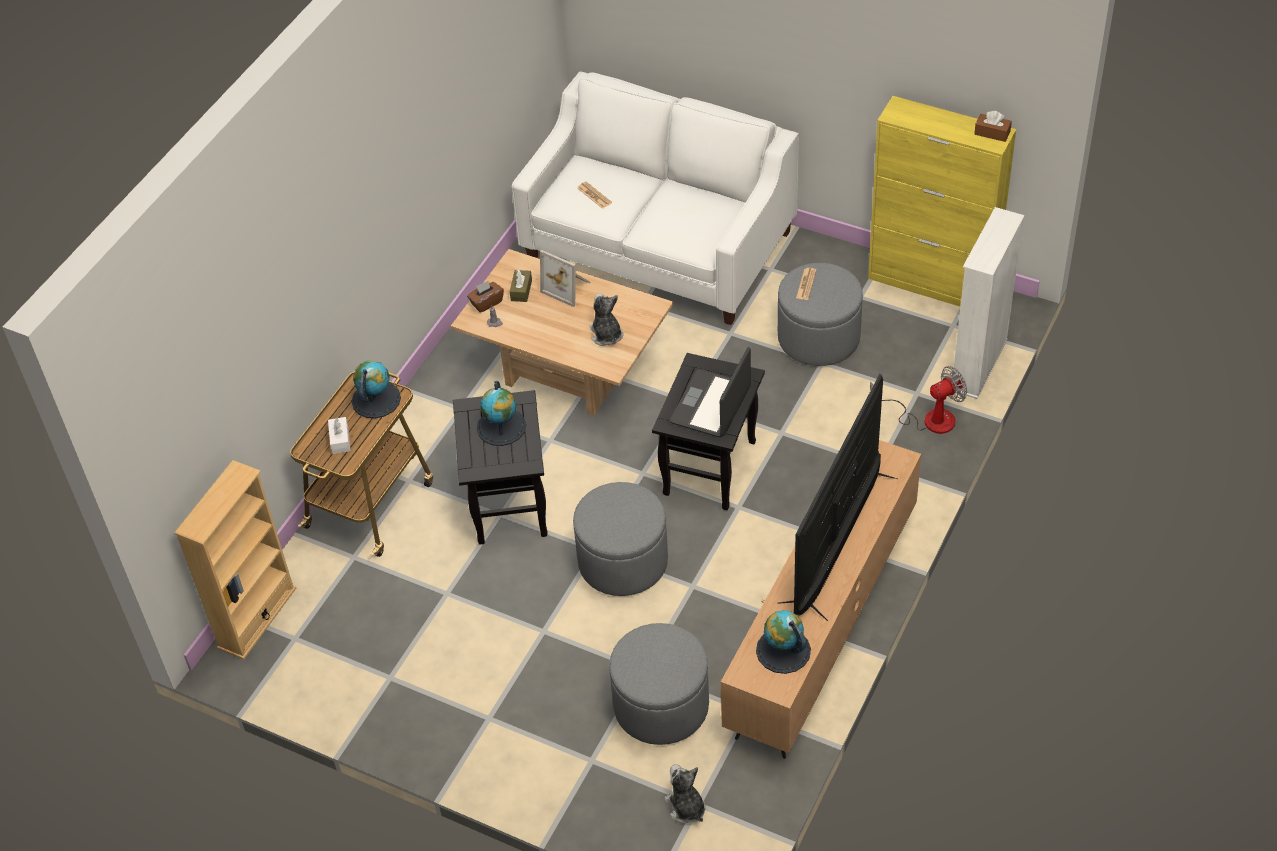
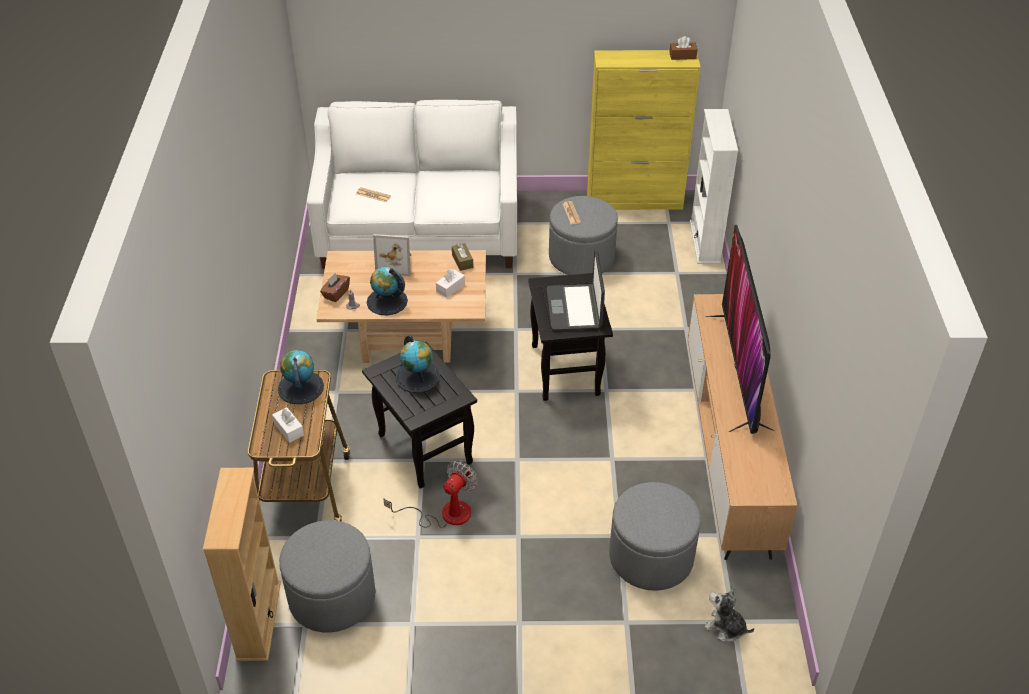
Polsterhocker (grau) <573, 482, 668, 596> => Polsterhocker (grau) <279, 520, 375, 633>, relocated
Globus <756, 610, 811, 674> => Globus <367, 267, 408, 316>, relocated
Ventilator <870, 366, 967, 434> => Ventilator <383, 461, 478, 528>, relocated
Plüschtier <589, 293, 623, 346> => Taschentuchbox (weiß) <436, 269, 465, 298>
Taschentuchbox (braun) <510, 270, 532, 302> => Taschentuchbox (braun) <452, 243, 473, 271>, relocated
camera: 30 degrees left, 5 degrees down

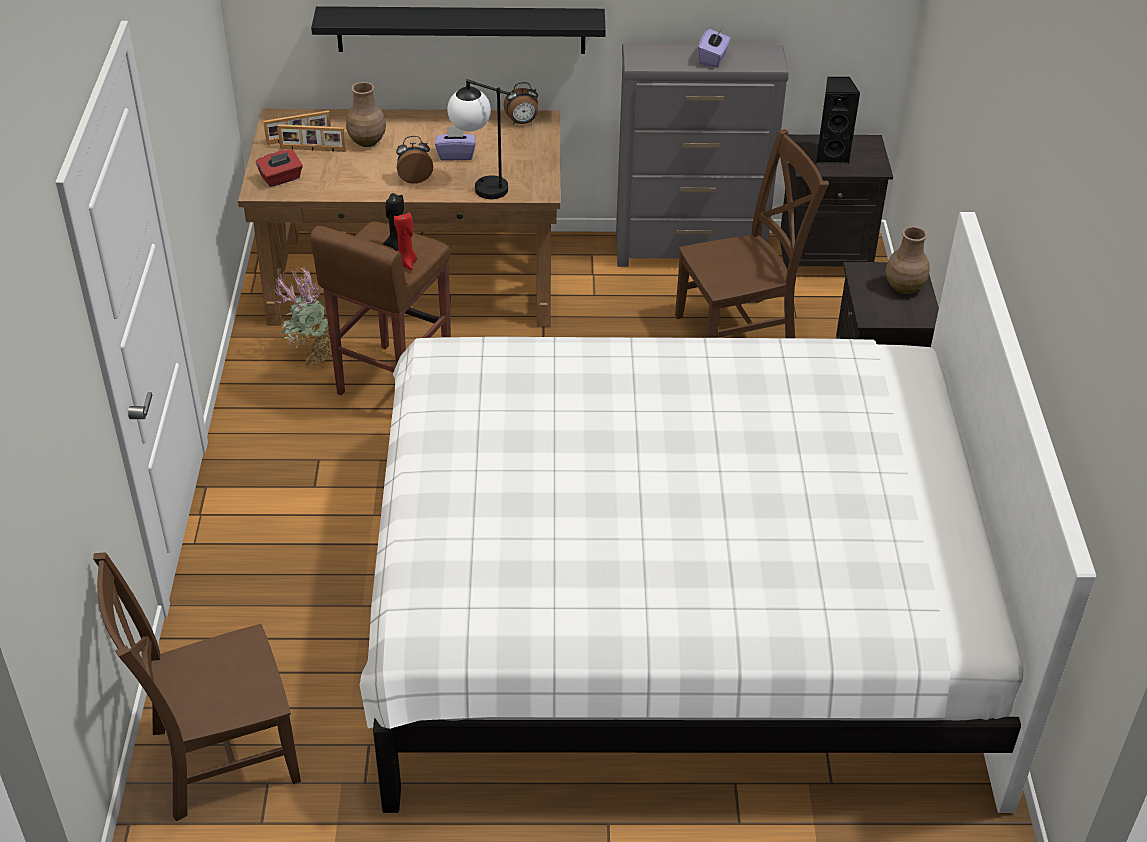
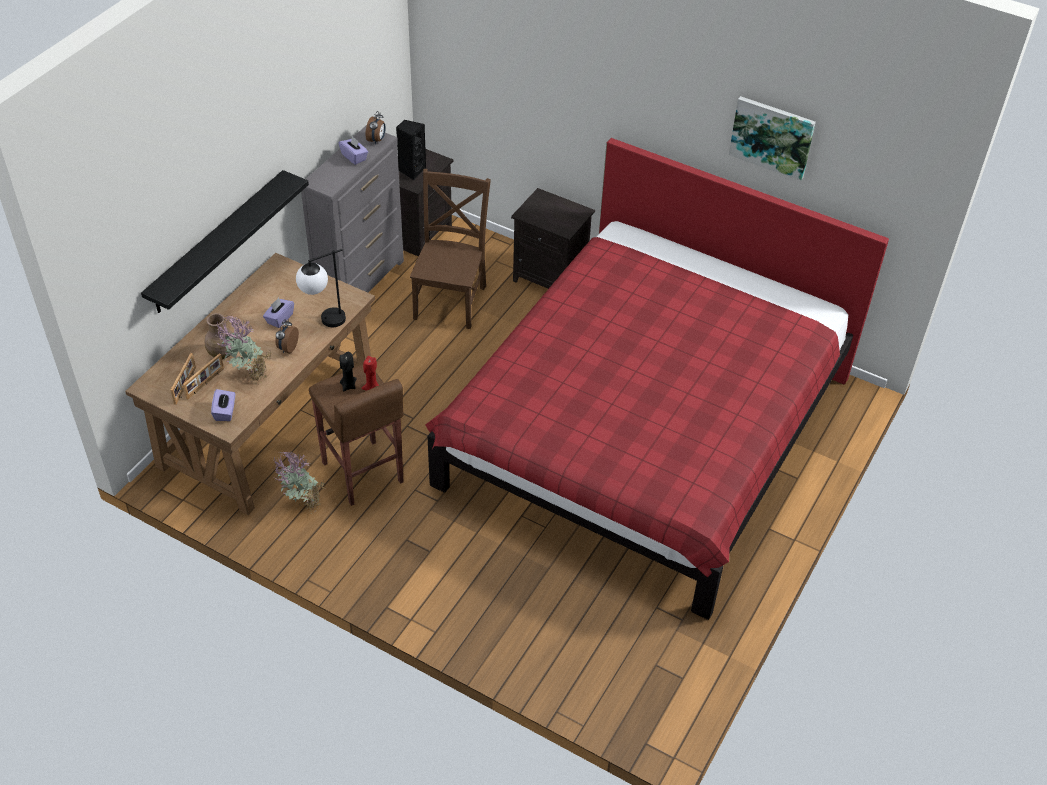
Taschentuchbox (rot) <256, 150, 303, 187> => Taschentuchbox (lila) <211, 389, 235, 421>
nothing => Topfpflanze <216, 316, 272, 386>
Wecker <504, 82, 538, 124> => Wecker <366, 111, 386, 144>, relocated
Bett (weiß) <360, 212, 1096, 813> => Bett (rot) <426, 138, 889, 620>
nothing => Bild <729, 96, 816, 180>
Stuhl (braun) <93, 552, 301, 821> => nothing
Vase (braun) <886, 226, 930, 294> => nothing
camera: 60 degrees left, 5 degrees up

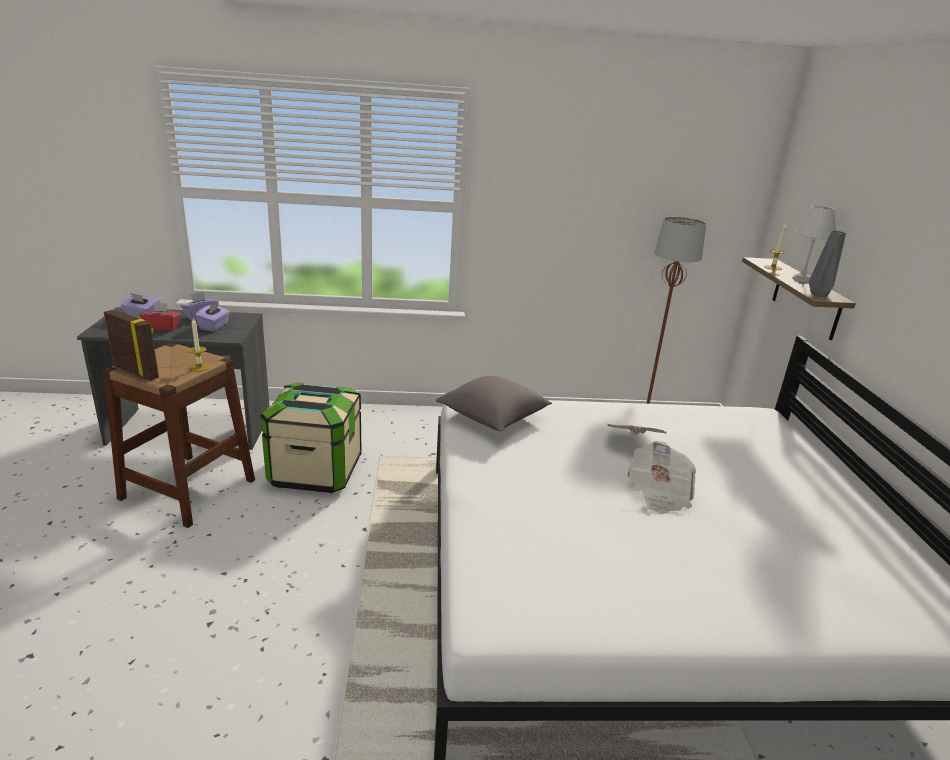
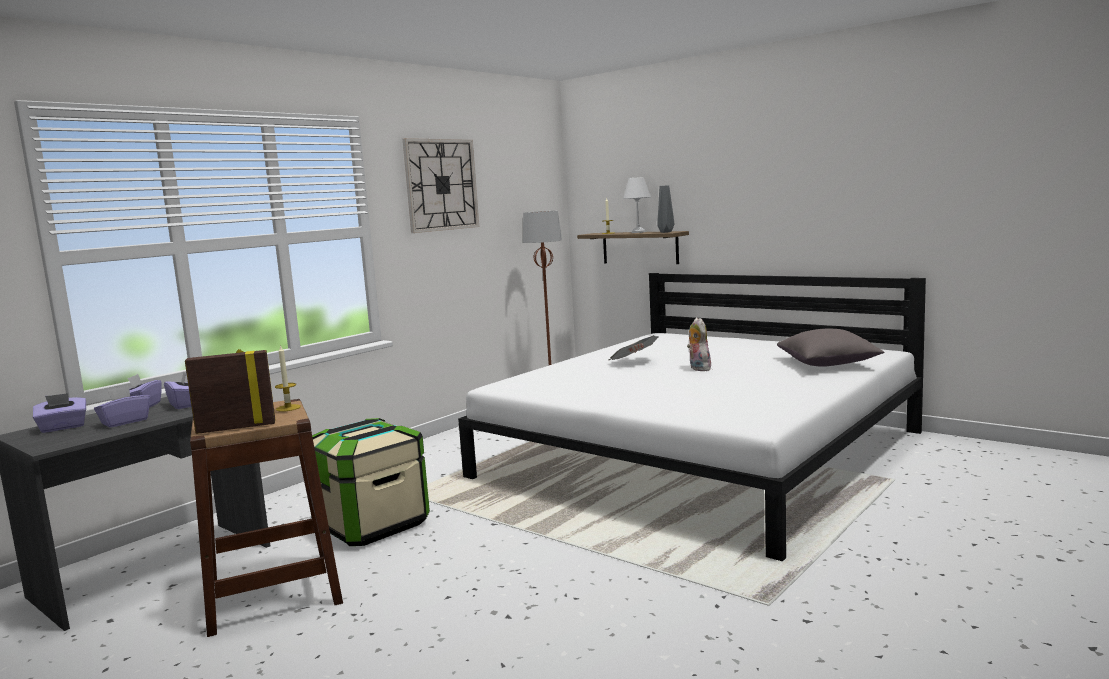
Taschentuchbox (rot) <139, 302, 181, 331> => Taschentuchbox (lila) <94, 386, 150, 428>
nothing => Wanduhr <403, 138, 479, 233>
Zeitung <628, 441, 696, 515> => Plüschtier <687, 317, 711, 371>
Kissen (grau) <436, 376, 552, 431> => Kissen (grau) <777, 329, 884, 367>, relocated
camera: 45 degrees left, 15 degrees down

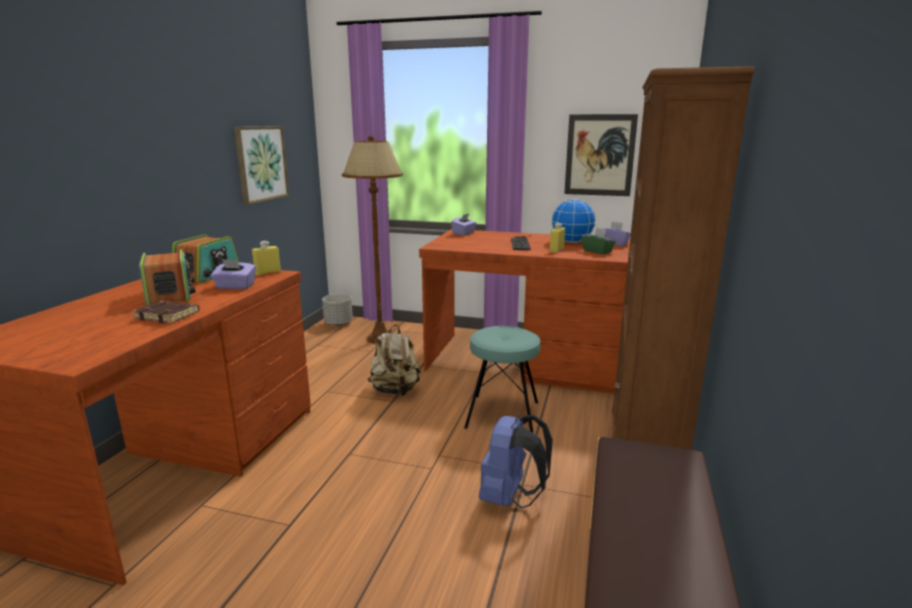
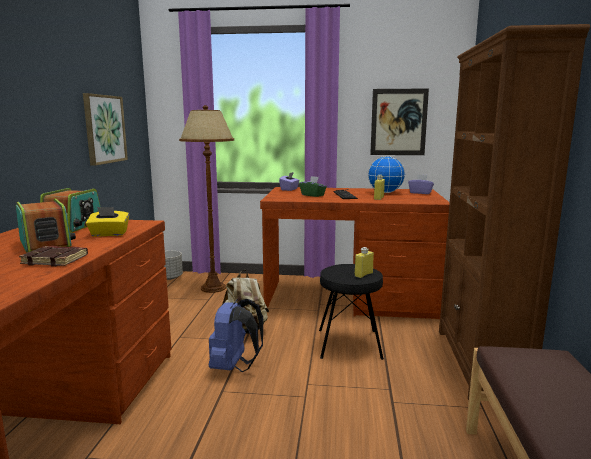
Taschentuchbox (lila) <211, 259, 256, 289> => Taschentuchbox (gelb) <86, 207, 129, 237>
Rucksack (blau) <479, 415, 553, 508> => Rucksack (blau) <209, 299, 263, 372>, relocated
Taschentuchbox (grün) <581, 227, 616, 254> => Taschentuchbox (grün) <299, 176, 327, 197>, relocated
Hocker (türkis) <464, 326, 540, 433> => Hocker (schwarz) <319, 264, 384, 360>
Flasche (gelb) <252, 241, 281, 276> => Flasche (gelb) <355, 247, 374, 278>, relocated
camera: 10 degrees left, 5 degrees down

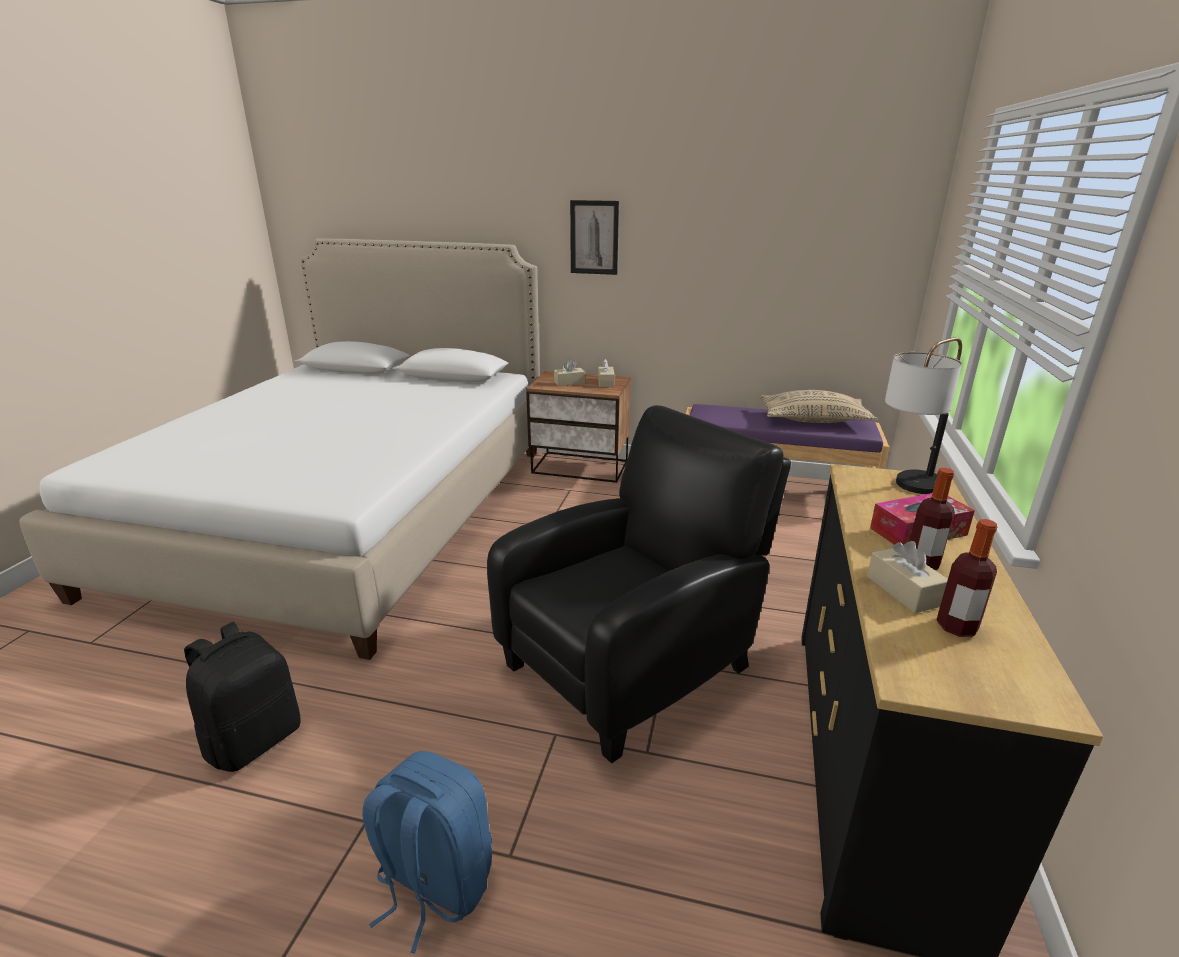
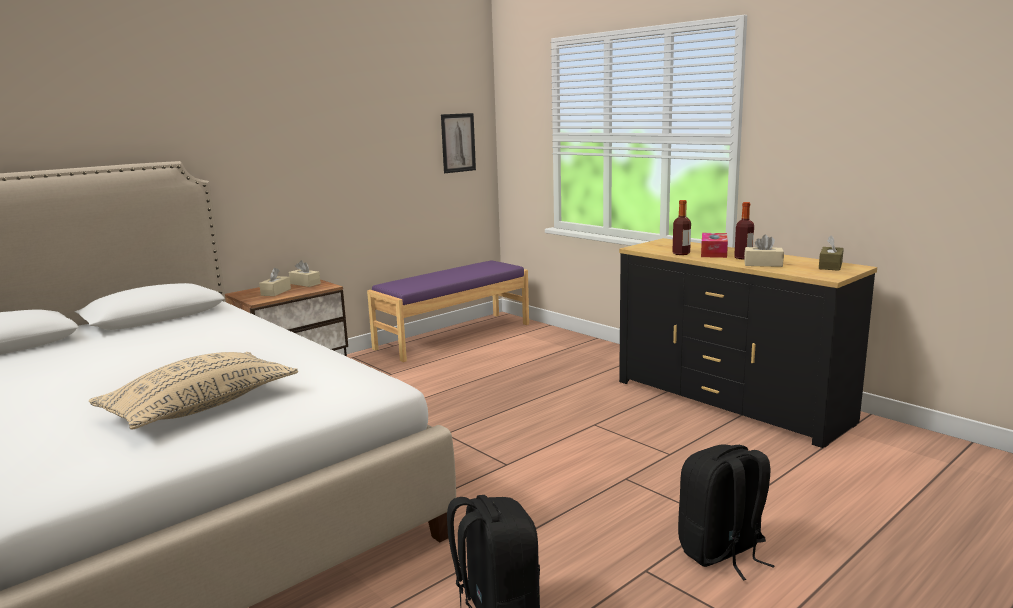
Kissen (beige) <760, 390, 877, 423> => Kissen (beige) <89, 352, 298, 430>, relocated
Bild <570, 200, 619, 275> => Bild <441, 113, 476, 173>, relocated
Flasche <936, 519, 998, 637> => Flasche <672, 200, 691, 255>, relocated
Rucksack (blau) <362, 751, 492, 953> => Rucksack (schwarz) <678, 444, 774, 580>
nothing => Taschentuchbox (braun) <819, 235, 844, 271>
Sessel (schwarz) <487, 405, 791, 763> => nothing
Tischlampe <885, 337, 962, 494> => nothing
camera: 55 degrees left, 10 degrees down

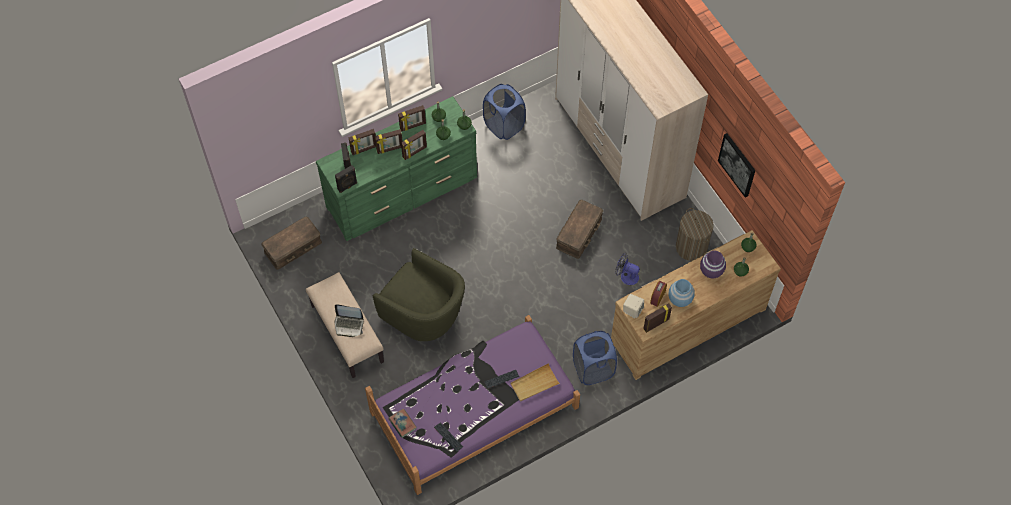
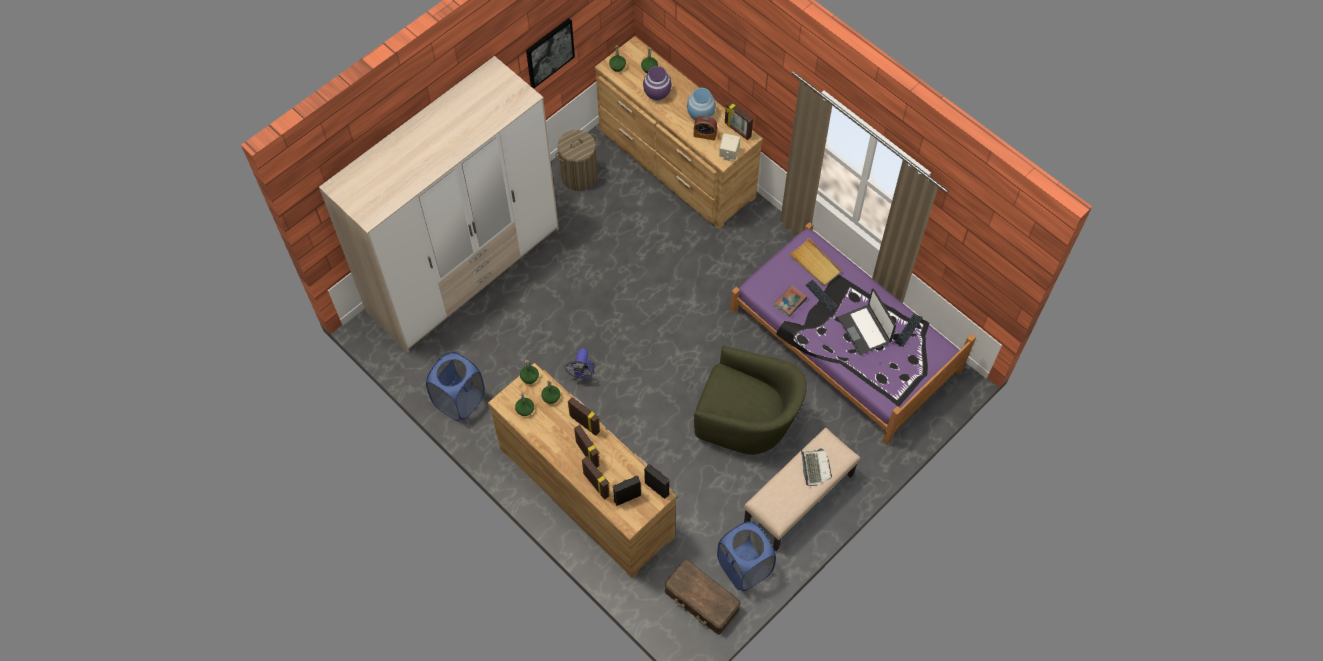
Kommode (grün) <316, 96, 477, 241> => Kommode (braun) <488, 363, 677, 578>
Ventilator <615, 253, 640, 285> => Ventilator <565, 348, 594, 379>, relocated
Sessel (grün) <373, 248, 465, 341> => Sessel (grün) <694, 346, 807, 455>, 90 degrees clockwise
Wäschekorb (blau) <573, 331, 617, 385> => Wäschekorb (blau) <717, 521, 776, 591>, relocated
Buch <388, 408, 417, 438> => Buch <774, 285, 807, 317>, relocated
nothing => Laptop <838, 288, 896, 355>
Bilderrahmen <398, 105, 426, 132> => nothing
Aufbewahrungsbox (braun) <556, 200, 603, 259> => nothing
camera: 105 degrees left, 0 degrees up

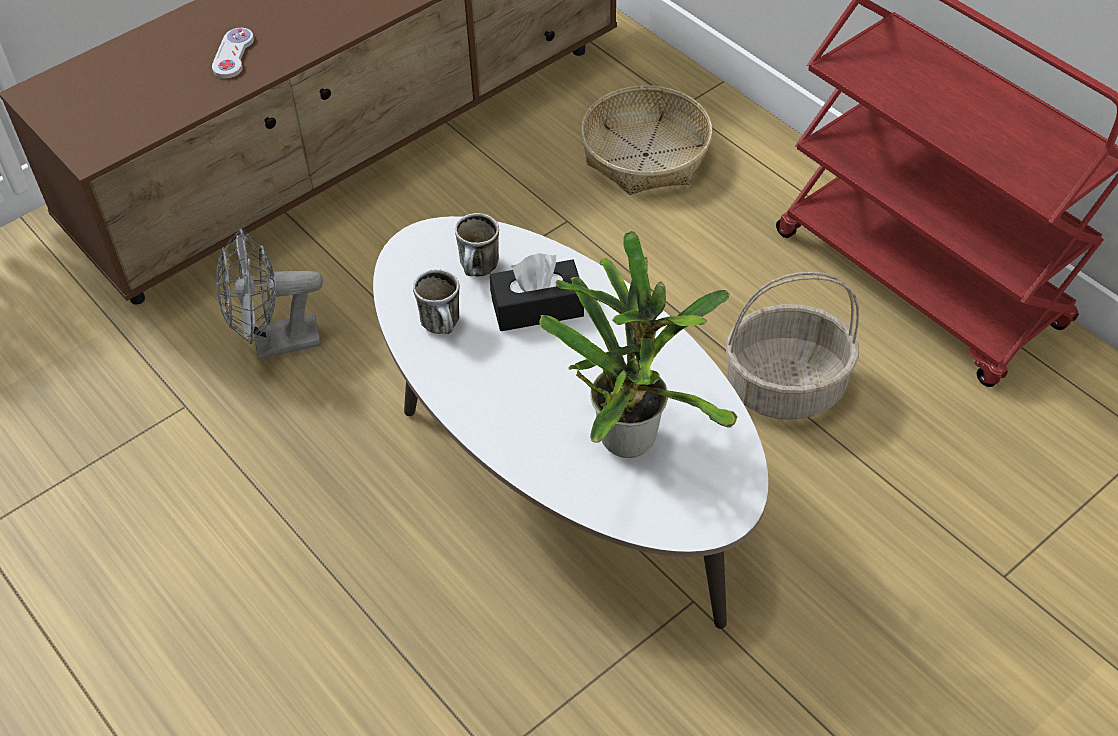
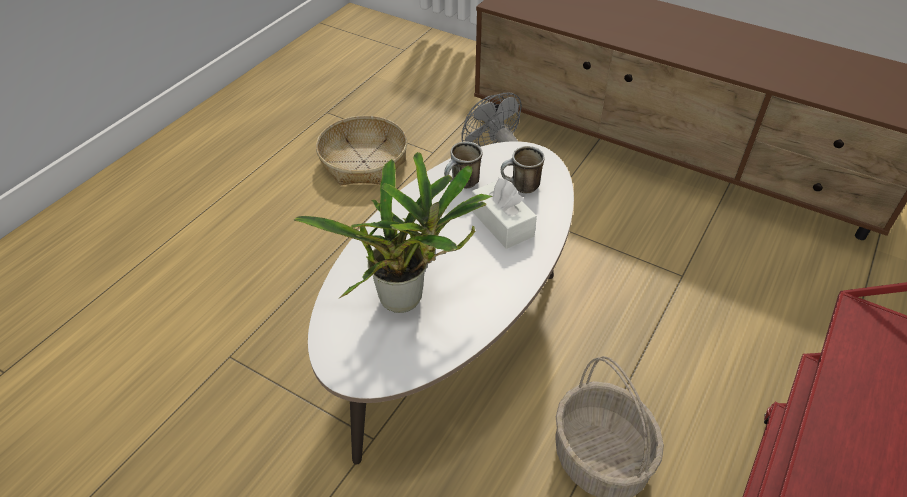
Korb <581, 85, 713, 195> => Korb <316, 116, 407, 185>, relocated
Taschentuchbox (schwarz) <490, 253, 584, 331> => Taschentuchbox (weiß) <472, 177, 537, 249>
Gamepad (weiß) <212, 28, 254, 79> => nothing
camera: 70 degrees right, 5 degrees down

